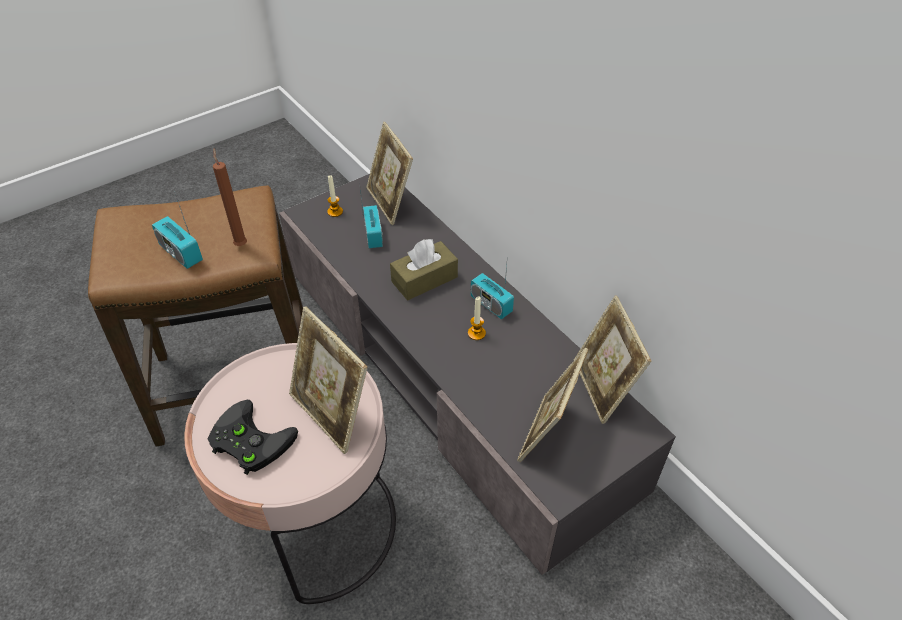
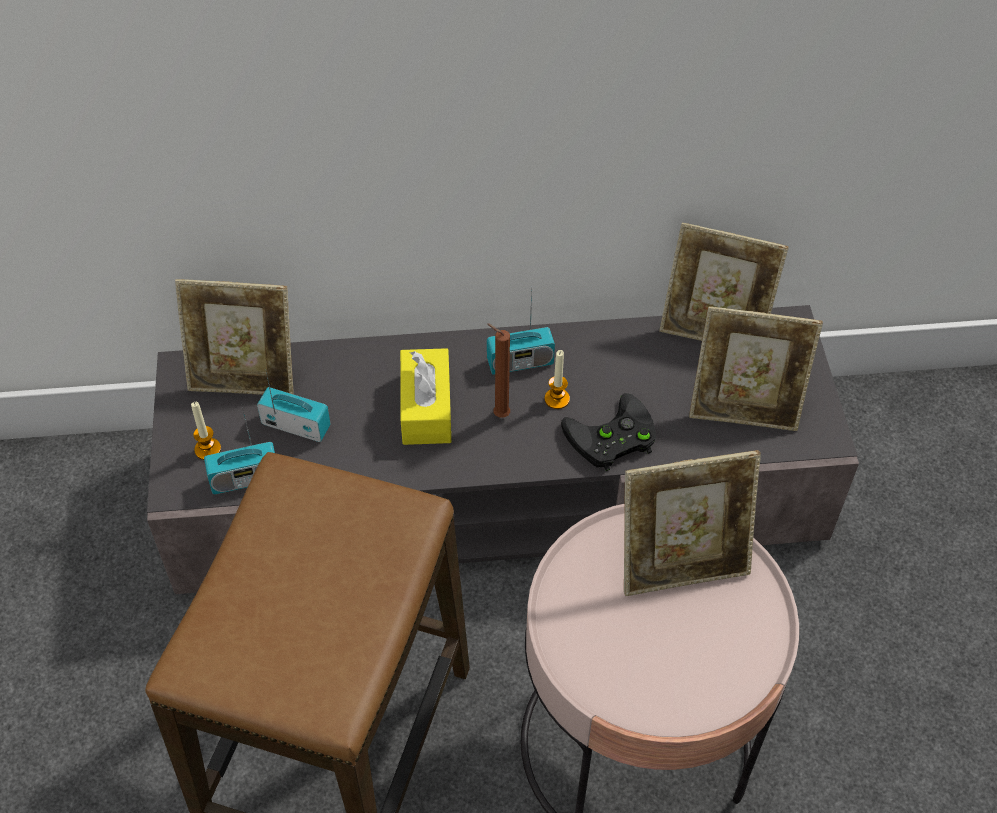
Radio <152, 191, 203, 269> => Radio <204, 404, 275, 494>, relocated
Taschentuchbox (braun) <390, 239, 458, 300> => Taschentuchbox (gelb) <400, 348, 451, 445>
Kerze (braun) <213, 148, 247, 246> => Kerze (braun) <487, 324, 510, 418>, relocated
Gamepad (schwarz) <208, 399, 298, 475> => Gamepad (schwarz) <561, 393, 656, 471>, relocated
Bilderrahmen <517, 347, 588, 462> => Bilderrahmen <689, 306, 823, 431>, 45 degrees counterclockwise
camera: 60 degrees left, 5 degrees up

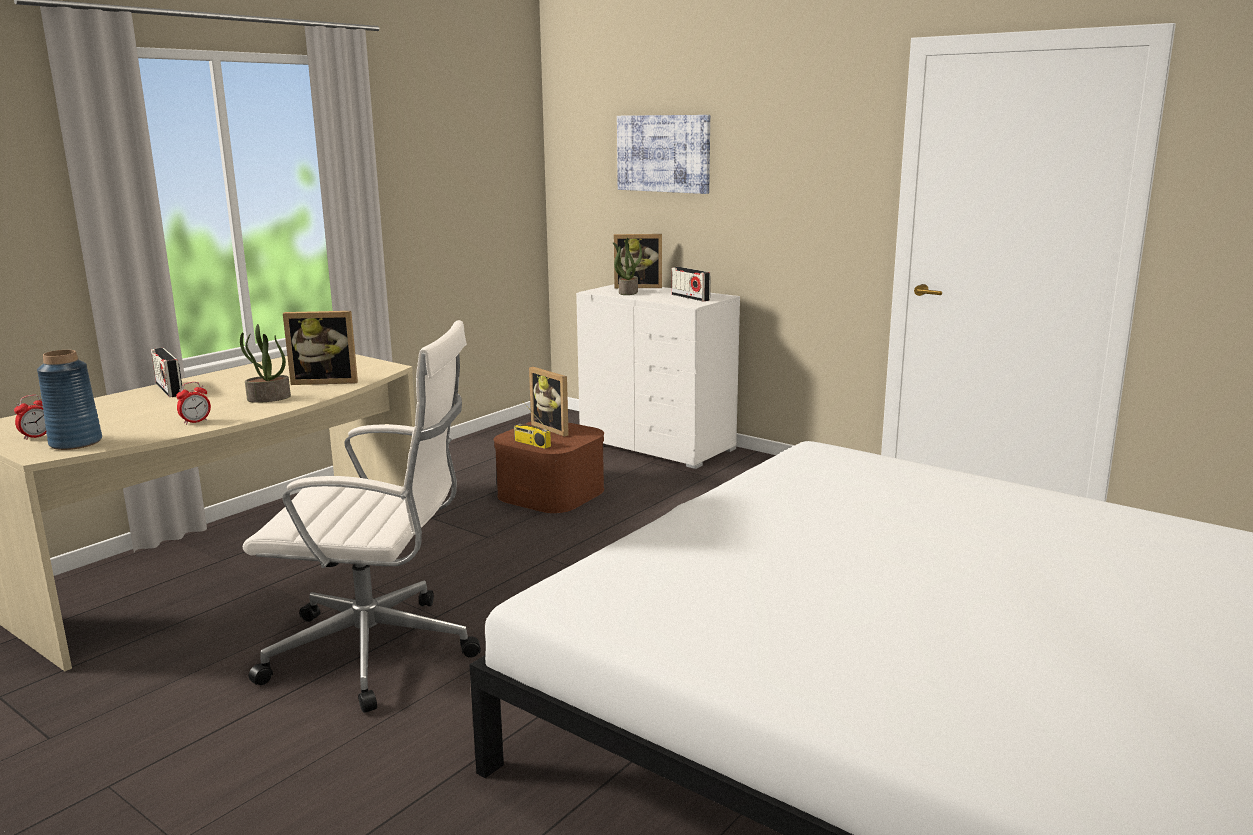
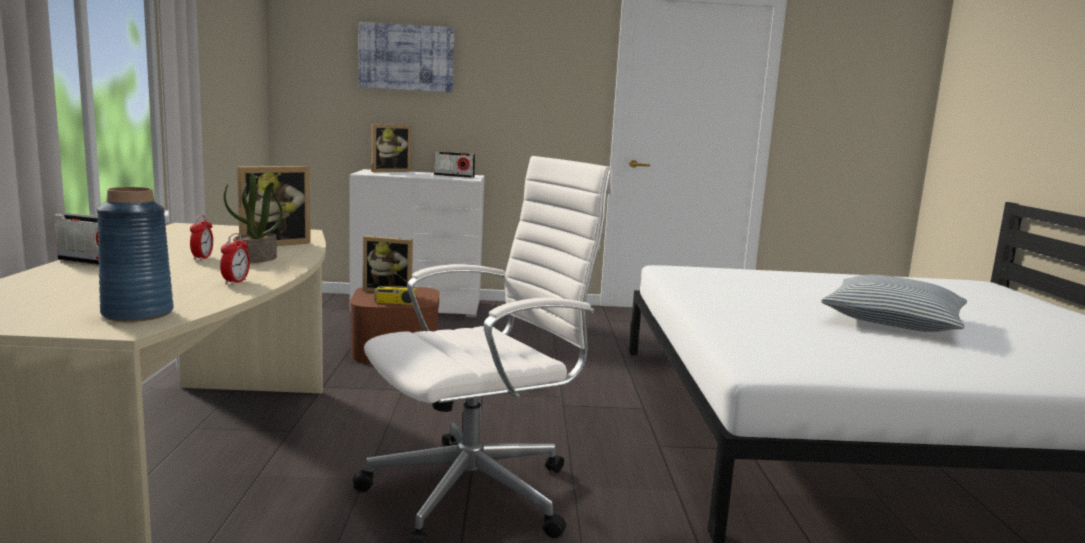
Wecker <14, 395, 46, 440> => Wecker <190, 215, 213, 261>, relocated
nothing => Kissen <821, 275, 967, 332>
Topfpflanze <613, 238, 642, 295> => nothing
camera: 40 degrees left, 5 degrees down

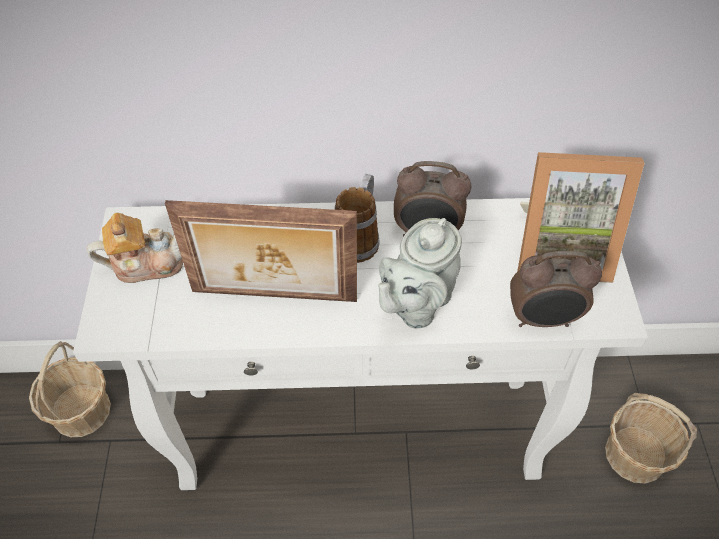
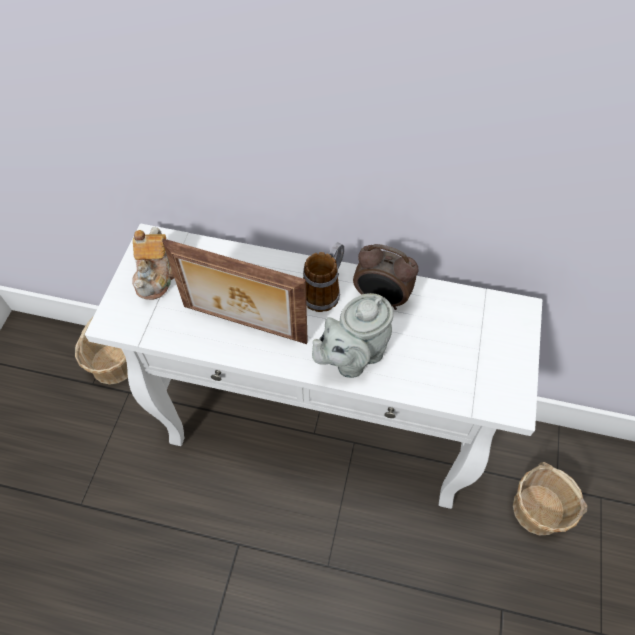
Teekanne <87, 213, 183, 283> => Teekanne <132, 227, 174, 300>, 90 degrees clockwise
Wecker <510, 251, 602, 327> => nothing
Bilderrahmen <517, 152, 645, 283> => nothing
camera: 15 degrees right, 5 degrees up

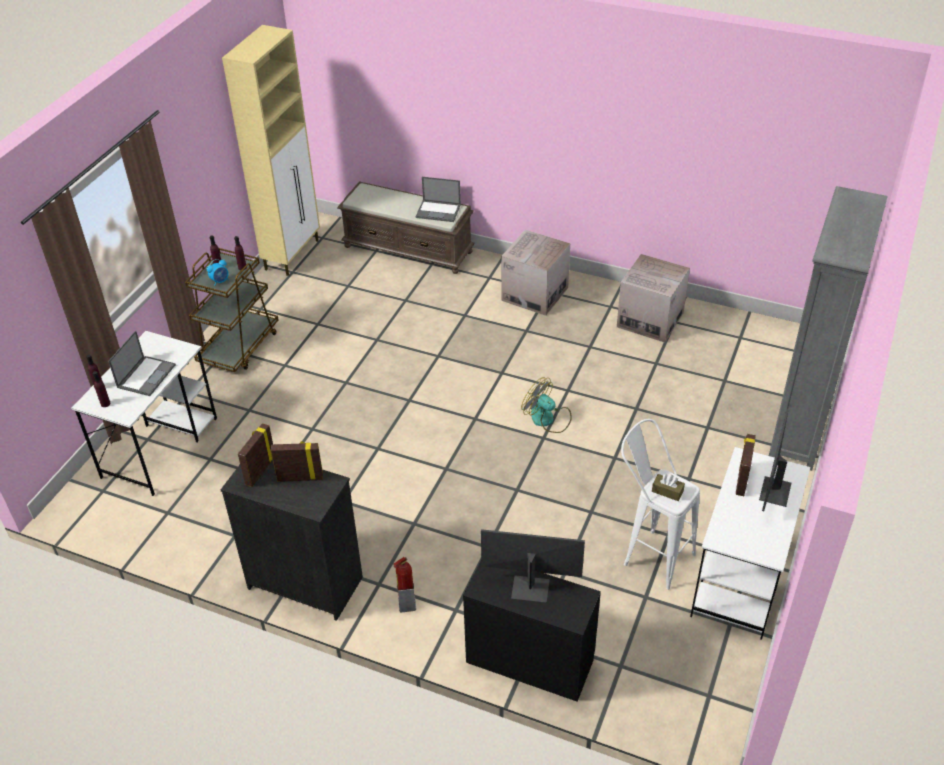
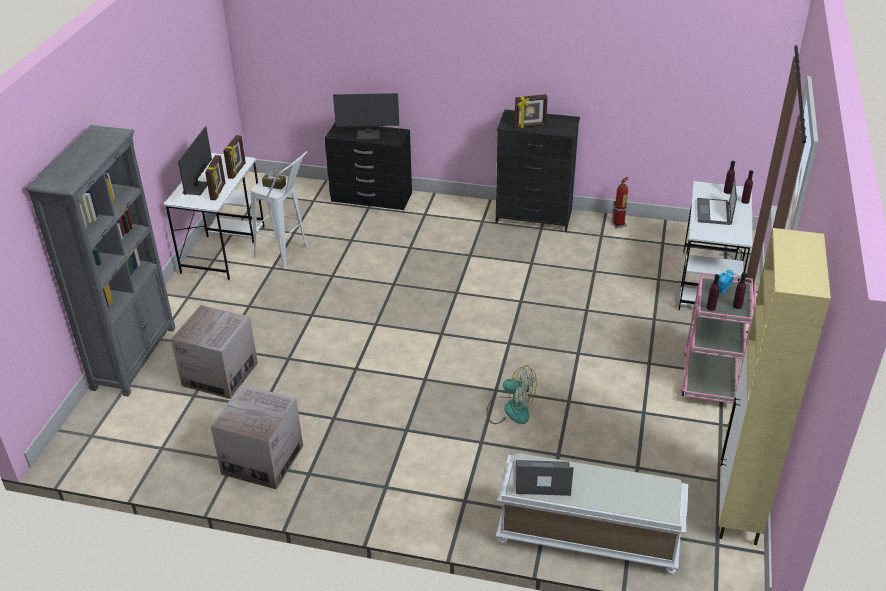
Karton <501, 230, 570, 316> => Karton <171, 305, 258, 399>, relocated
Bilderrahmen <238, 423, 273, 487> => Bilderrahmen <223, 135, 246, 179>, relocated
Ventilator <521, 377, 572, 433> => Ventilator <486, 365, 536, 424>, relocated
Bank (braun) <337, 181, 475, 274> => Bank (weiß) <496, 453, 689, 575>
Feuerlöscher <393, 557, 416, 613> => Feuerlöscher <611, 177, 629, 228>, relocated
Rollwagen (braun) <185, 248, 279, 372> => Rollwagen (rosa) <681, 272, 756, 403>
camera: 170 degrees right, 5 degrees down

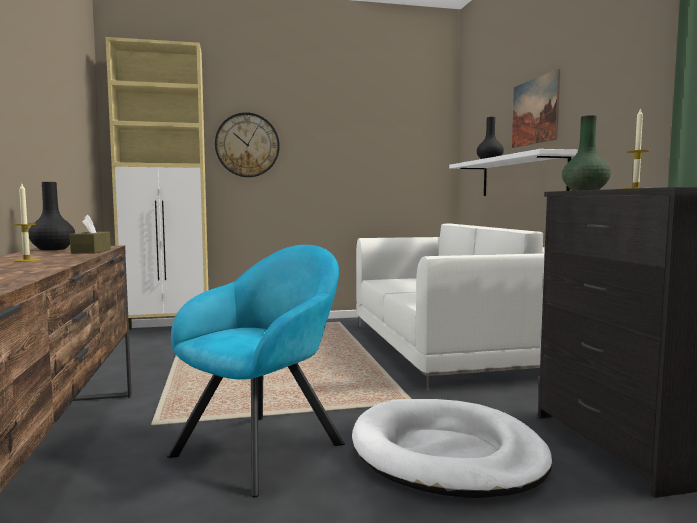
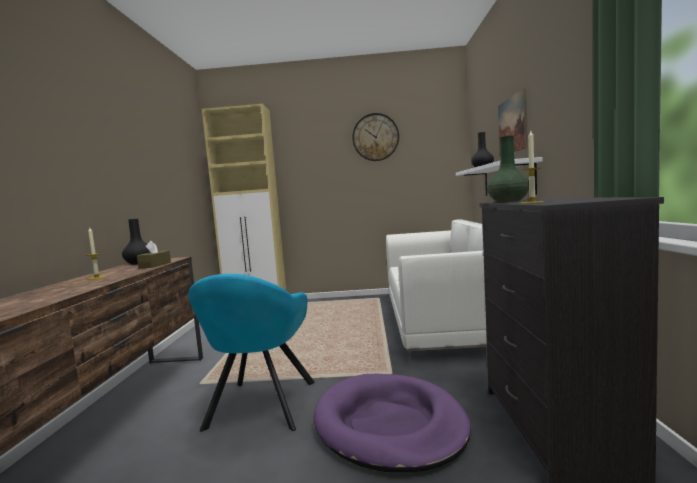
Sessel (türkis) <167, 245, 345, 498> => Sessel (türkis) <188, 274, 315, 432>, 135 degrees clockwise
Hundebett (weiß) <352, 399, 553, 498> => Hundebett (lila) <313, 374, 471, 472>
Wanduhr <215, 112, 280, 177> => Wanduhr <352, 113, 399, 161>, relocated
camera: 15 degrees right, 0 degrees up

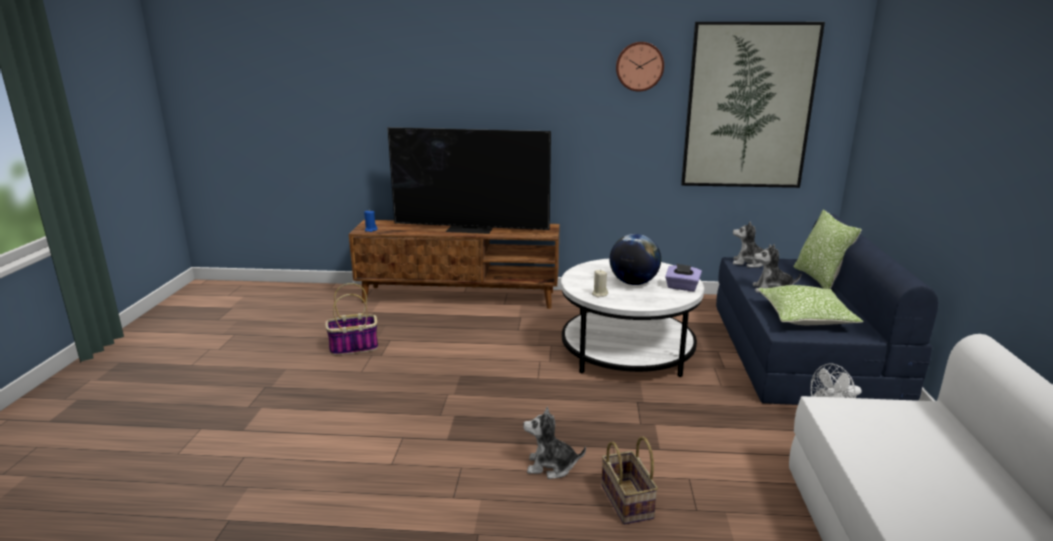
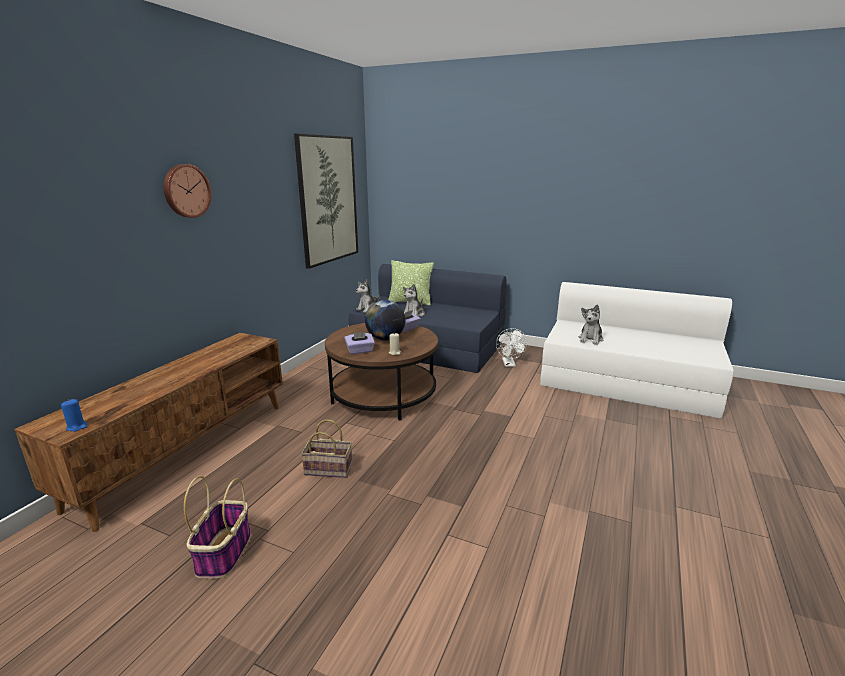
Wanduhr <616, 42, 664, 92> => Wanduhr <164, 164, 211, 218>, relocated
Korb <601, 437, 658, 524> => Korb <301, 419, 352, 478>, relocated
Couchtisch (weiß) <561, 258, 704, 377> => Couchtisch (braun) <325, 323, 438, 421>
nothing => Taschentuchbox (lila) <344, 332, 375, 354>
Plüschtier <523, 407, 586, 479> => Plüschtier <579, 305, 603, 345>, relocated
Fernseher <387, 127, 551, 234> => nothing
Kissen <758, 285, 864, 325> => nothing
camera: 70 degrees left, 0 degrees up

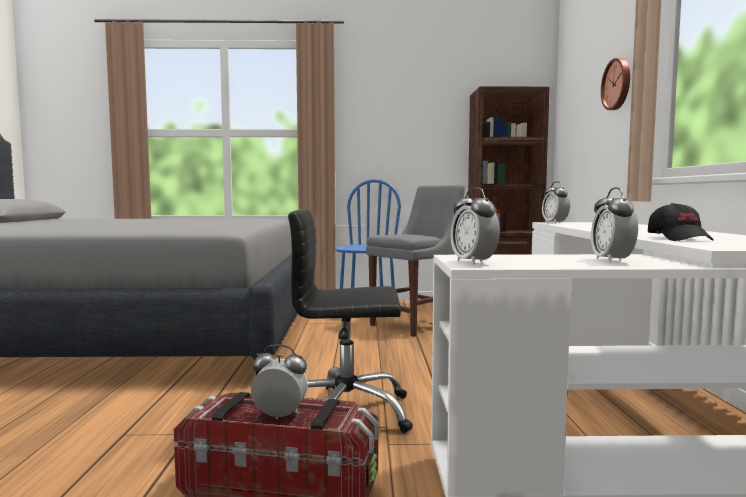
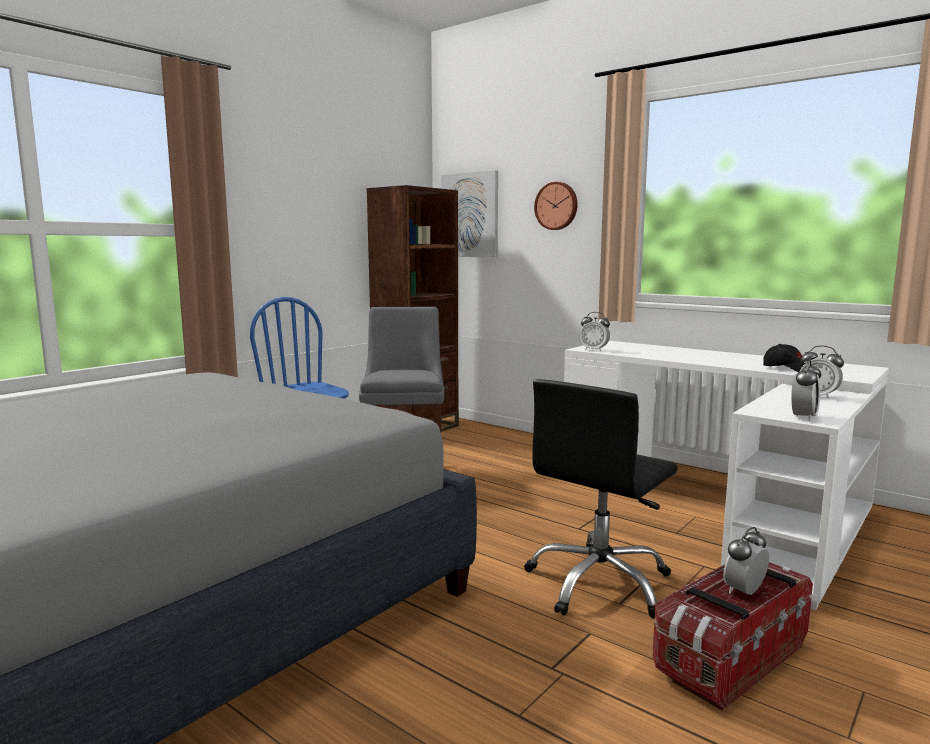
nothing => Bild <441, 170, 498, 257>
Wecker <450, 187, 500, 265> => Wecker <791, 360, 821, 421>, 75 degrees counterclockwise
camera: 50 degrees left, 5 degrees up

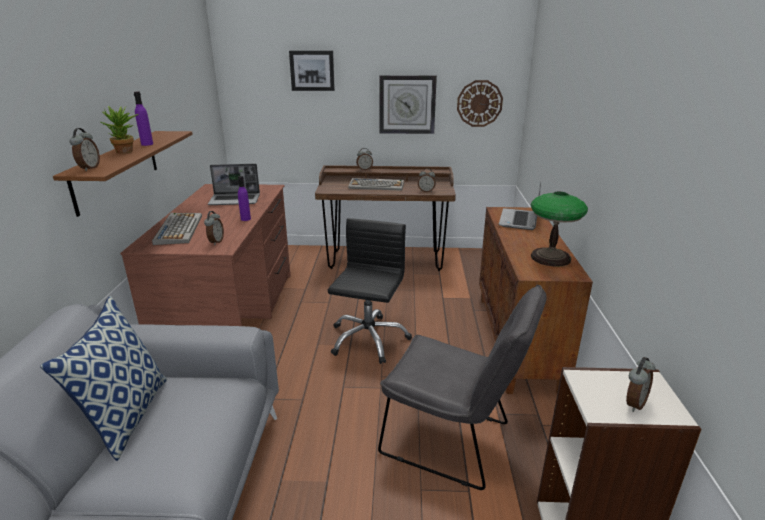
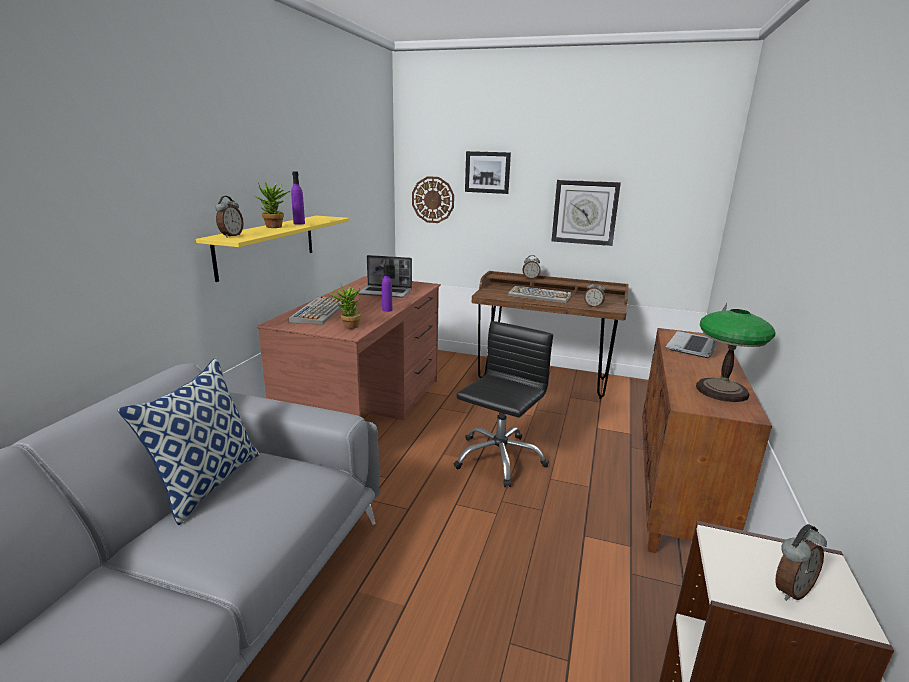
Wandregal (braun) <53, 131, 193, 217> => Wandregal (gelb) <196, 216, 349, 282>
Wecker <204, 211, 224, 245> => Topfpflanze <329, 284, 361, 329>
Wanduhr <457, 80, 503, 127> => Wanduhr <412, 176, 454, 223>, relocated
Stuhl (grau) <378, 285, 547, 490> => nothing
camera: 15 degrees right, 5 degrees down

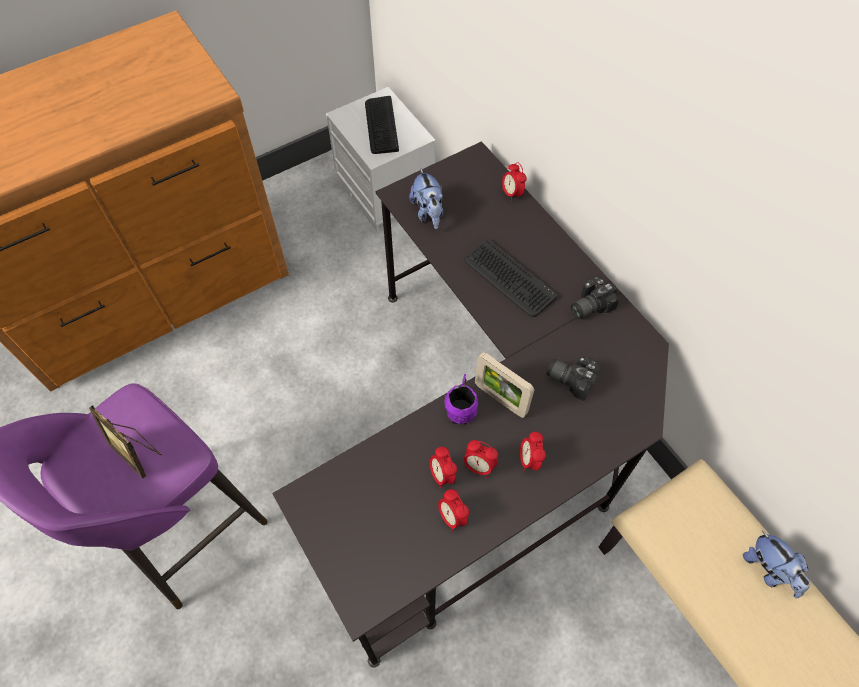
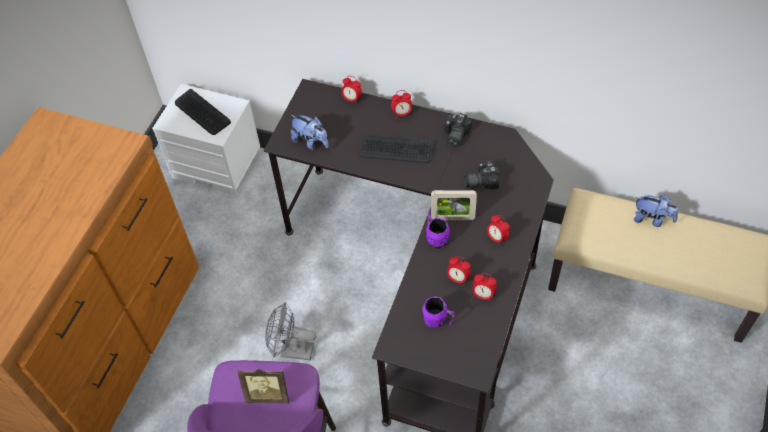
nothing => Ventilator (grau) <265, 303, 316, 360>
Wecker <464, 440, 498, 478> => Wecker <391, 90, 412, 118>, relocated
nothing => Henkelbecher (lila) <422, 296, 454, 327>
camera: 35 degrees left, 5 degrees down

